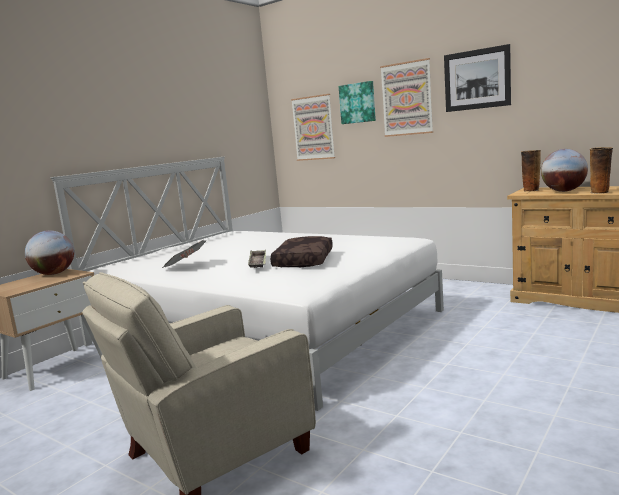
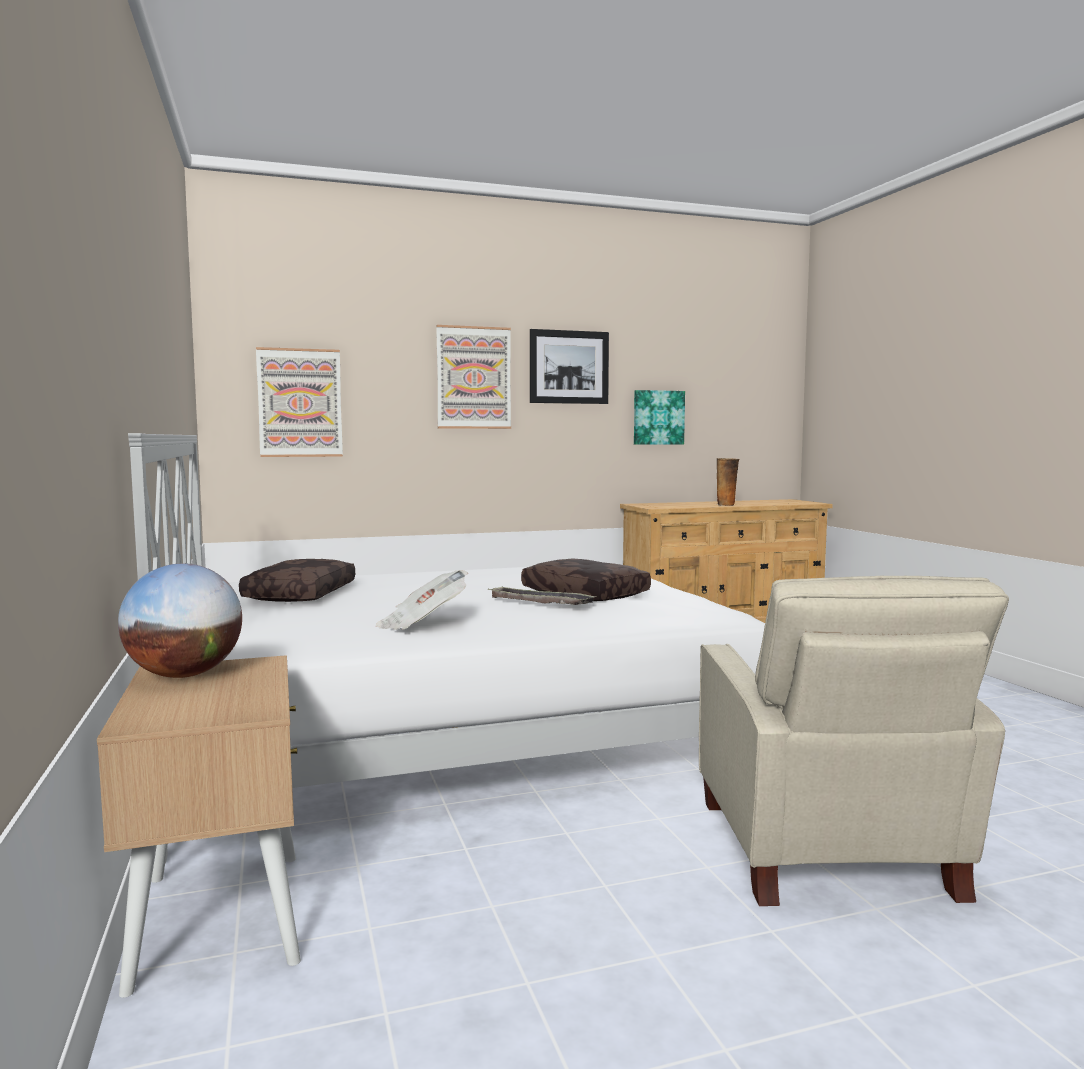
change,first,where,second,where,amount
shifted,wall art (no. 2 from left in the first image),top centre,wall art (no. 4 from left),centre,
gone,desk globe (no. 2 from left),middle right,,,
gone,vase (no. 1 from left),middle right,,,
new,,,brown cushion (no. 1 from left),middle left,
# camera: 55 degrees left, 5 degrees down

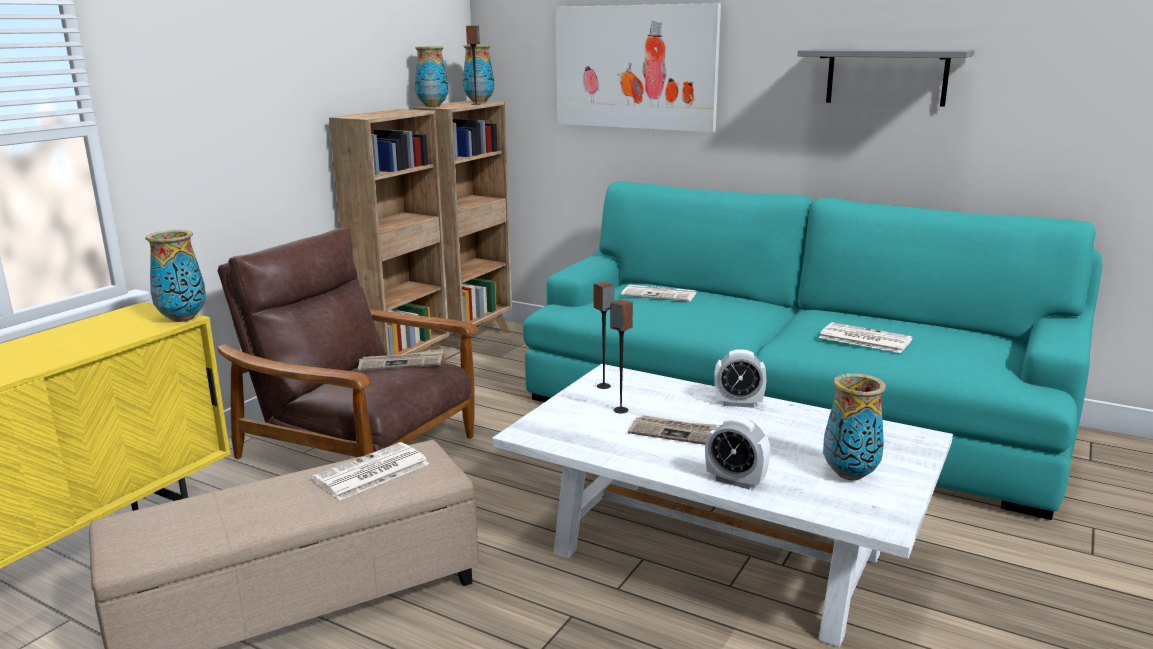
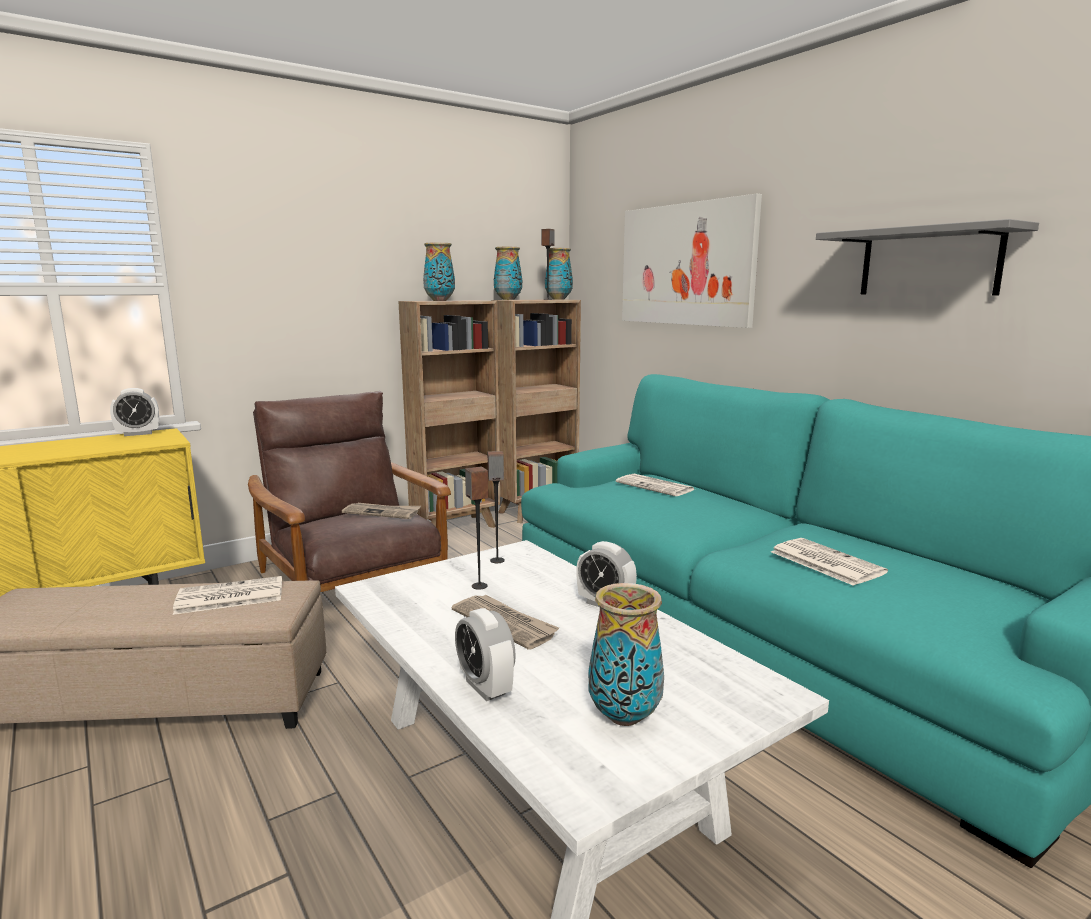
change,first,where,second,where,amount
shifted,vase (no. 1 from left),middle left,,top centre,
new,,,alarm clock (no. 1 from left),middle left,
# camera: 25 degrees right, 5 degrees down

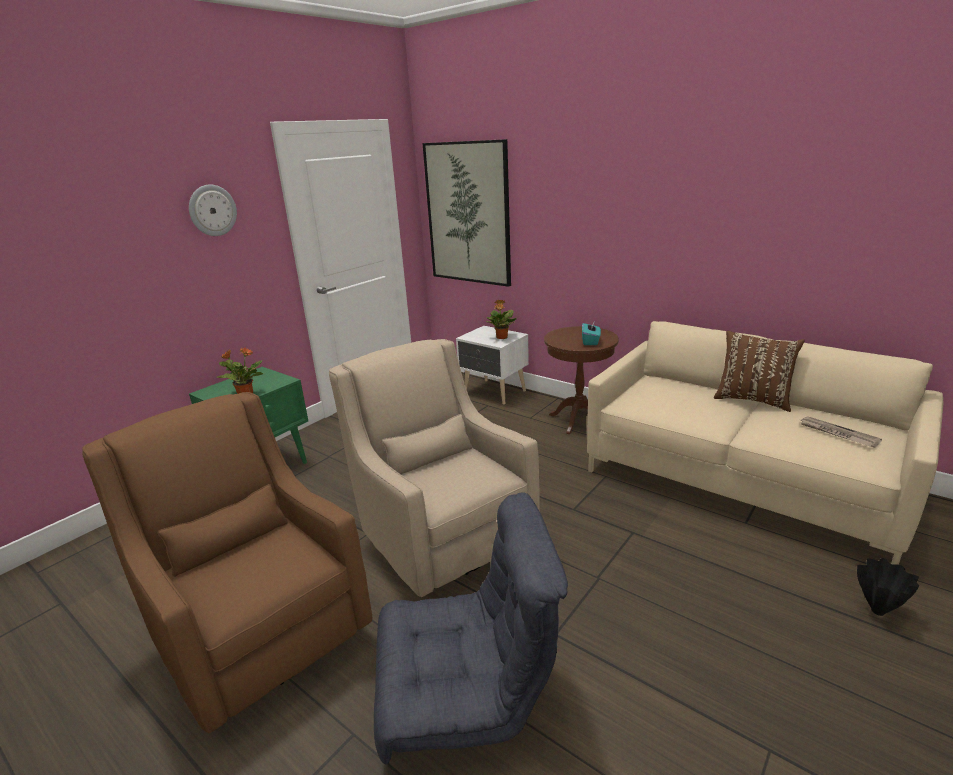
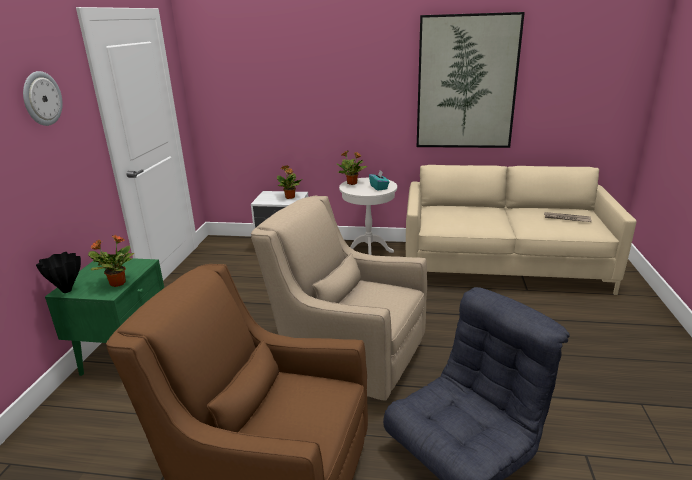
change,first,where,second,where,amount
shifted,wall art,top centre,,top right,
repainted,brown accent table,centre,white accent table,centre,
gone,brown cushion,middle right,,,
shifted,black vase,bottom right,,middle left,
new,,,plant in a pot (no. 3 from left),centre,
# camera: 30 degrees left, 0 degrees up

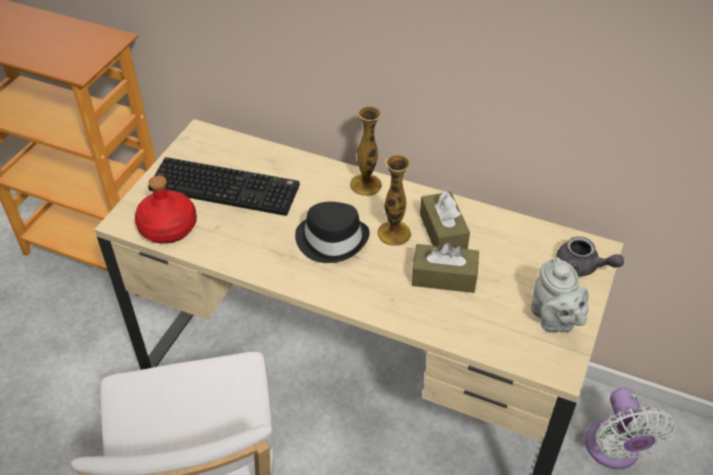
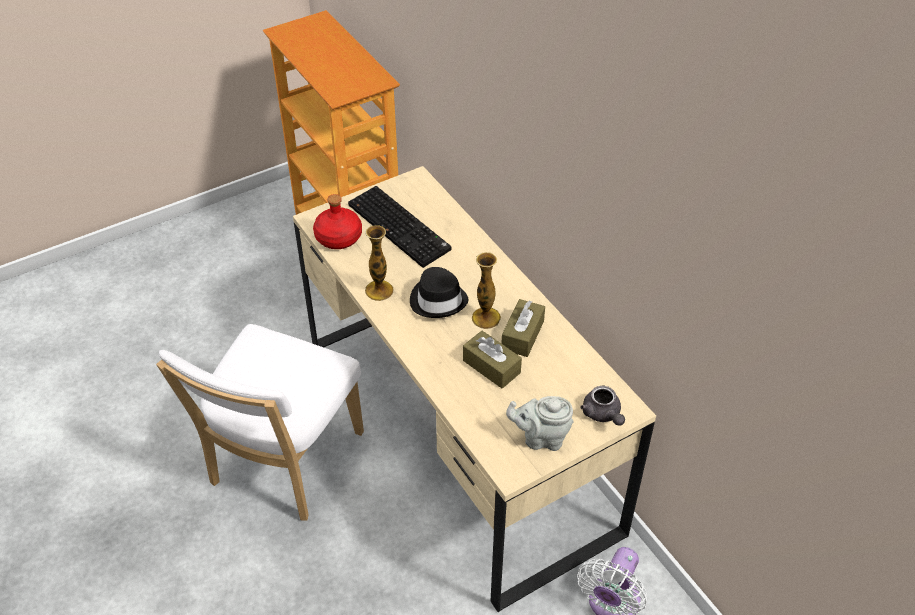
change,first,where,second,where,amount
shifted,vase (no. 1 from left),top centre,,centre,
rotated,greyish tea pot (no. 1 from left),middle right,,bottom centre,75 degrees clockwise
# camera: 35 degrees right, 0 degrees up

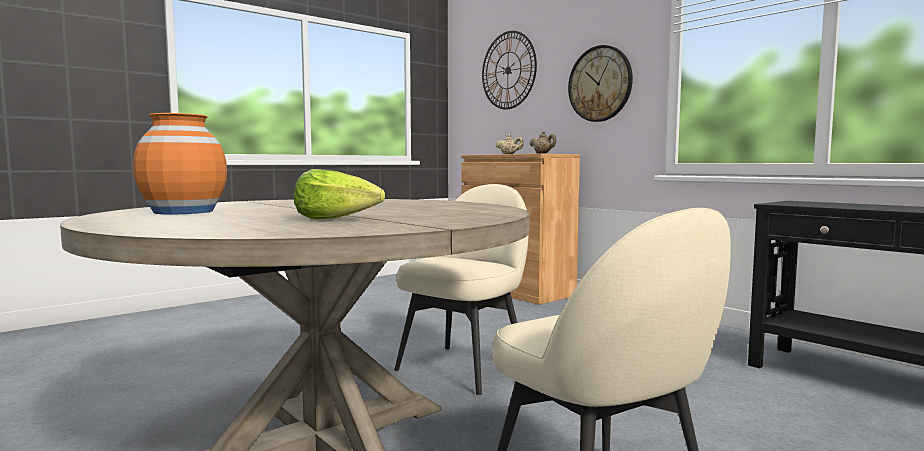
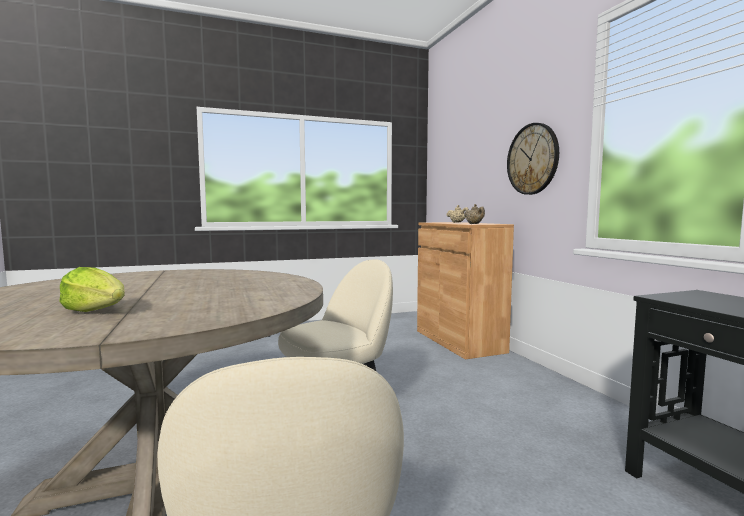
change,first,where,second,where,amount
gone,hanging clock (no. 1 from left),top centre,,,
gone,orange vase,middle left,,,
# camera: 20 degrees right, 0 degrees up

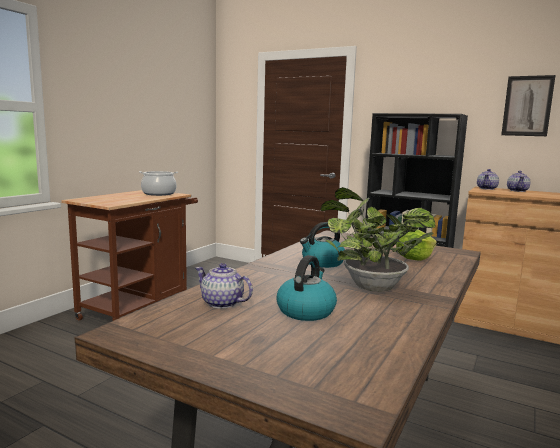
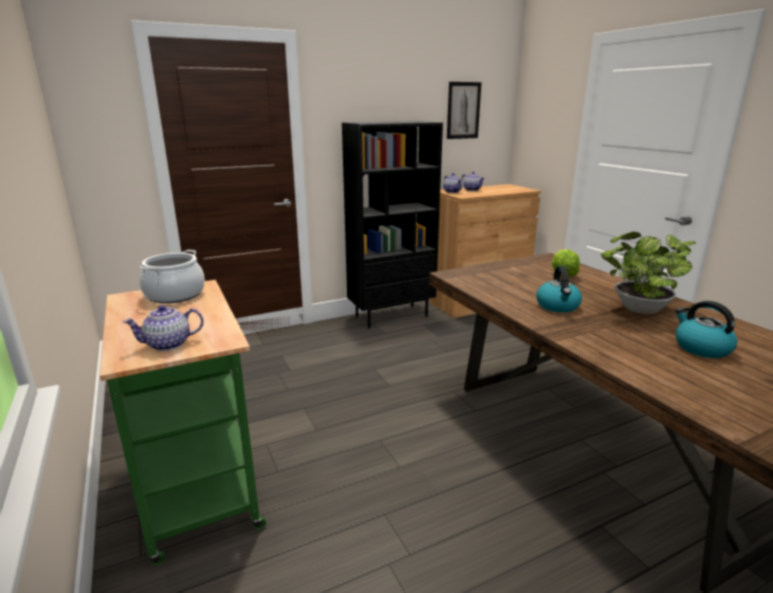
change,first,where,second,where,amount
repainted,brown wheeled cart,middle left,green-coloured wheeled cart,bottom left,
shifted,tea pot (no. 1 from left),centre,,middle left,
# camera: 55 degrees left, 10 degrees up

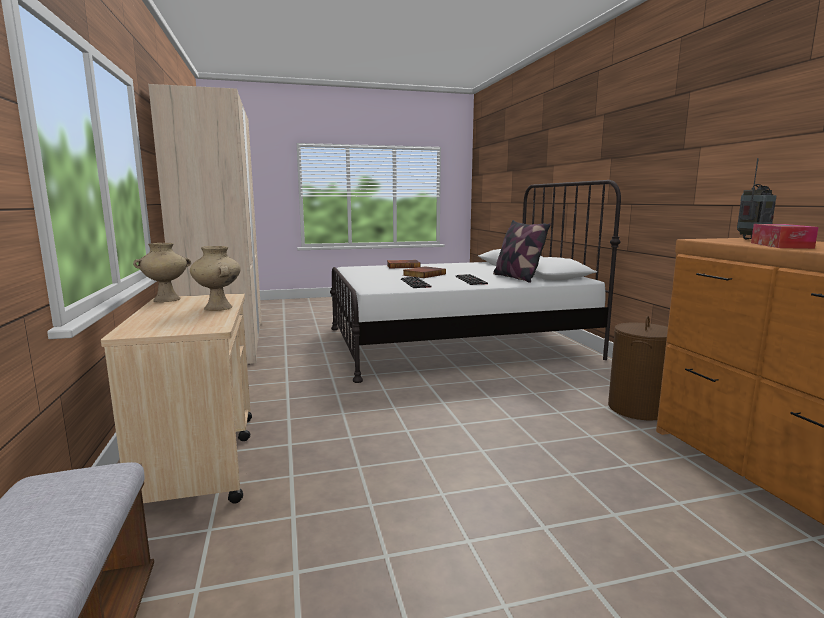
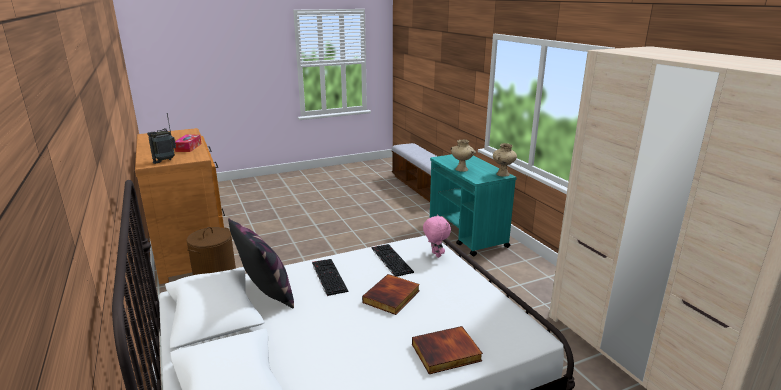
change,first,where,second,where,amount
repainted,sand-coloured wheeled cart,middle left,turquoise wheeled cart,centre,
new,,,pink plush toy,centre,
# camera: 170 degrees right, 10 degrees up

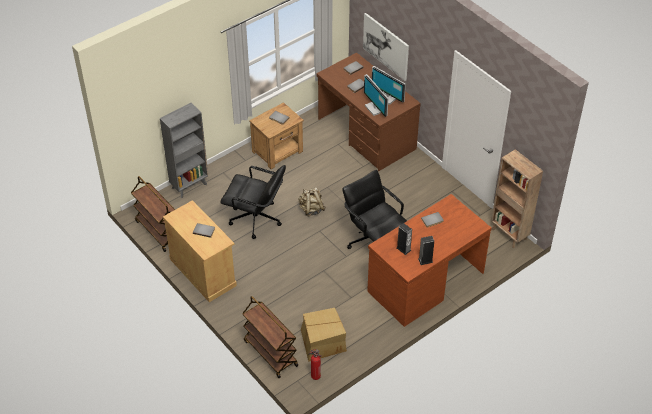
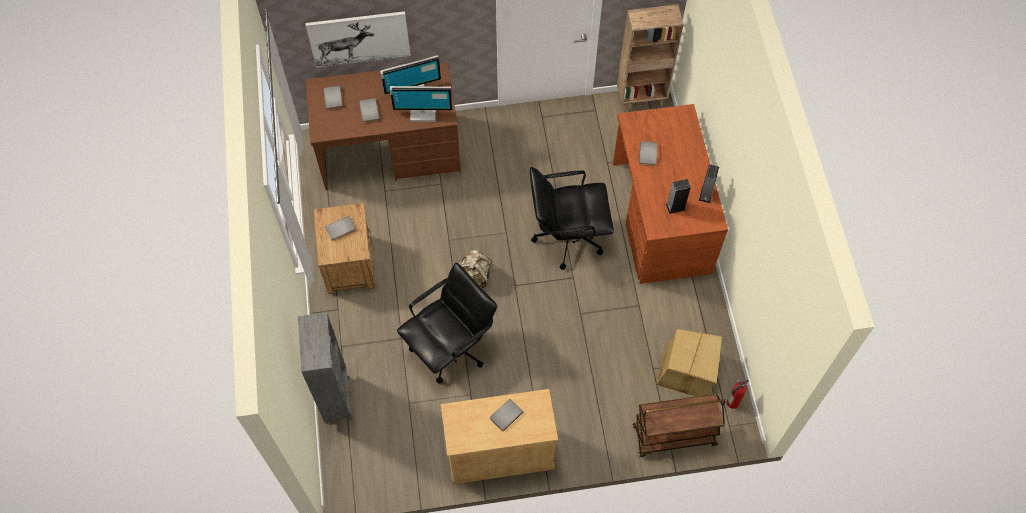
change,first,where,second,where,amount
gone,brown wheeled cart (no. 1 from left),middle left,,,
# camera: 60 degrees left, 15 degrees up

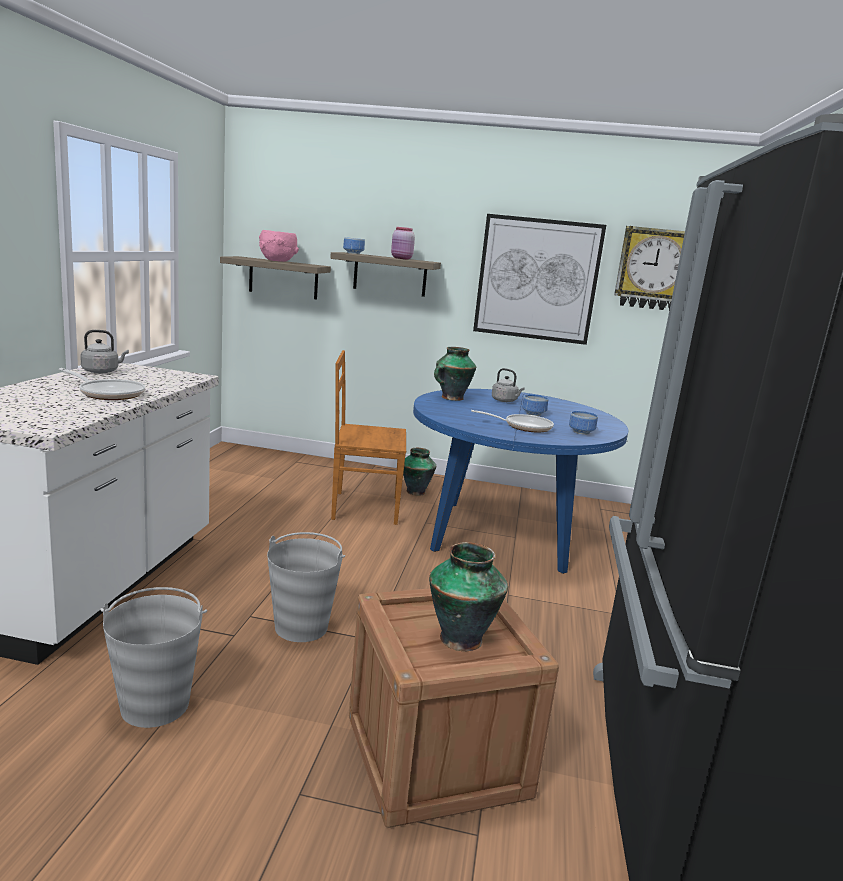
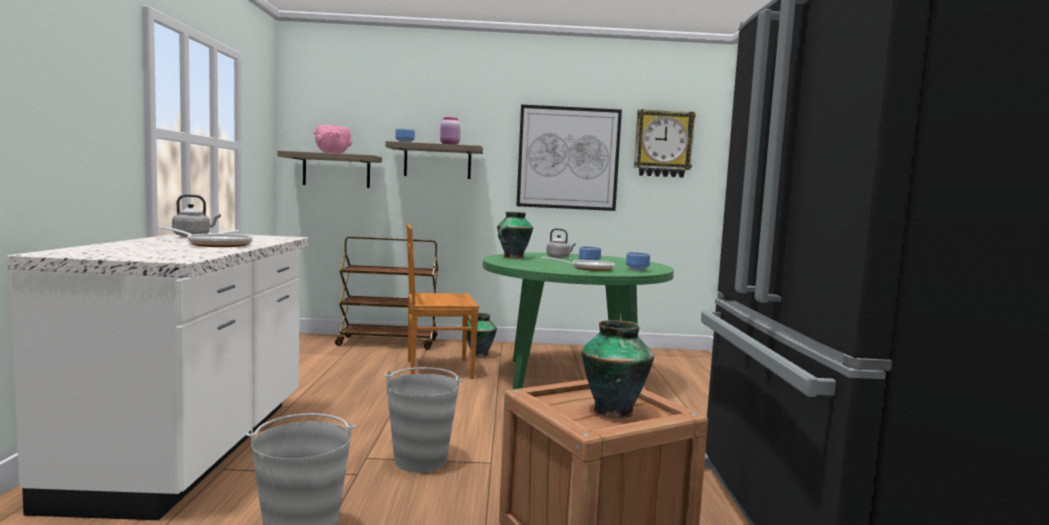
change,first,where,second,where,amount
repainted,blue dinner table,centre,green-coloured dinner table,centre,
new,,,brown wheeled cart,centre,
# camera: 10 degrees left, 10 degrees down

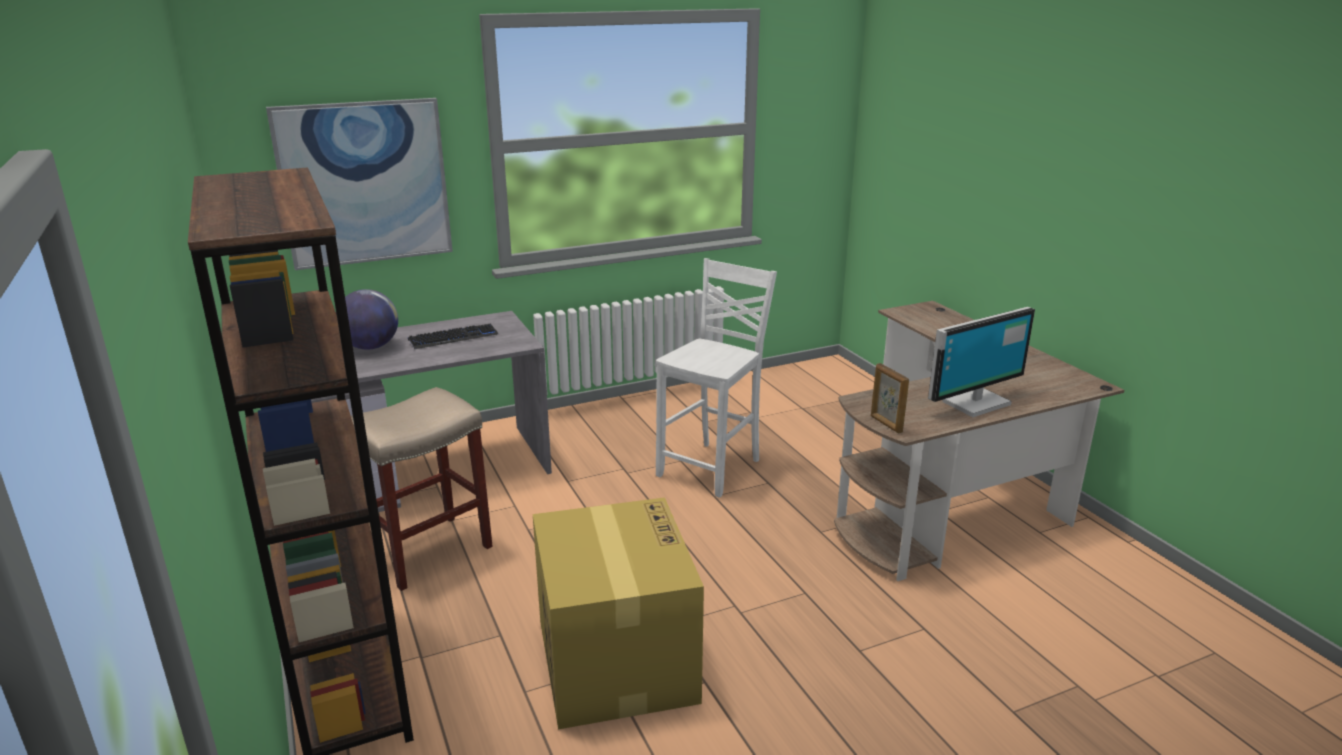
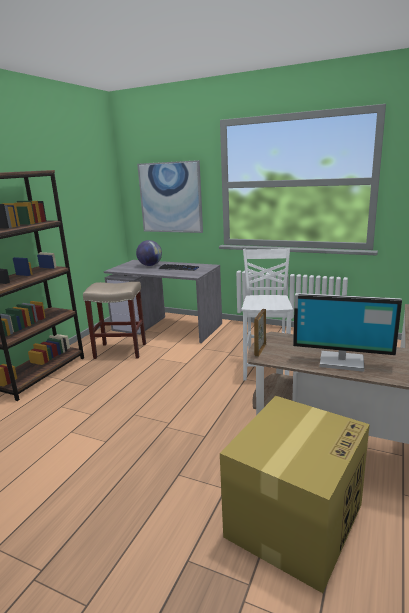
change,first,where,second,where,amount
rotated,white plain chair,centre,,centre,75 degrees counterclockwise
shifted,packing box,bottom centre,,bottom right,
# camera: 50 degrees right, 5 degrees down

